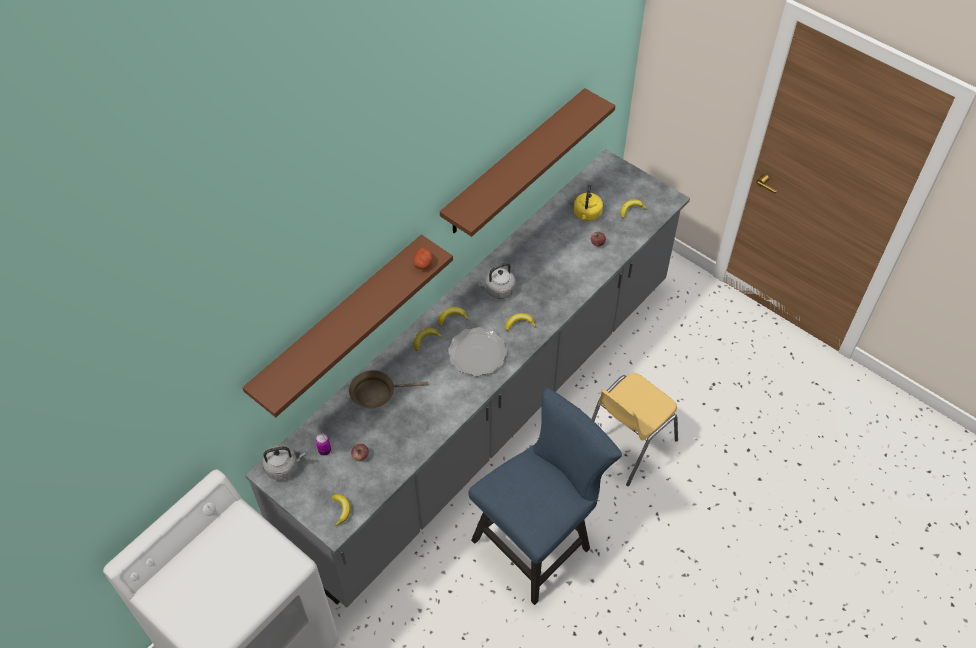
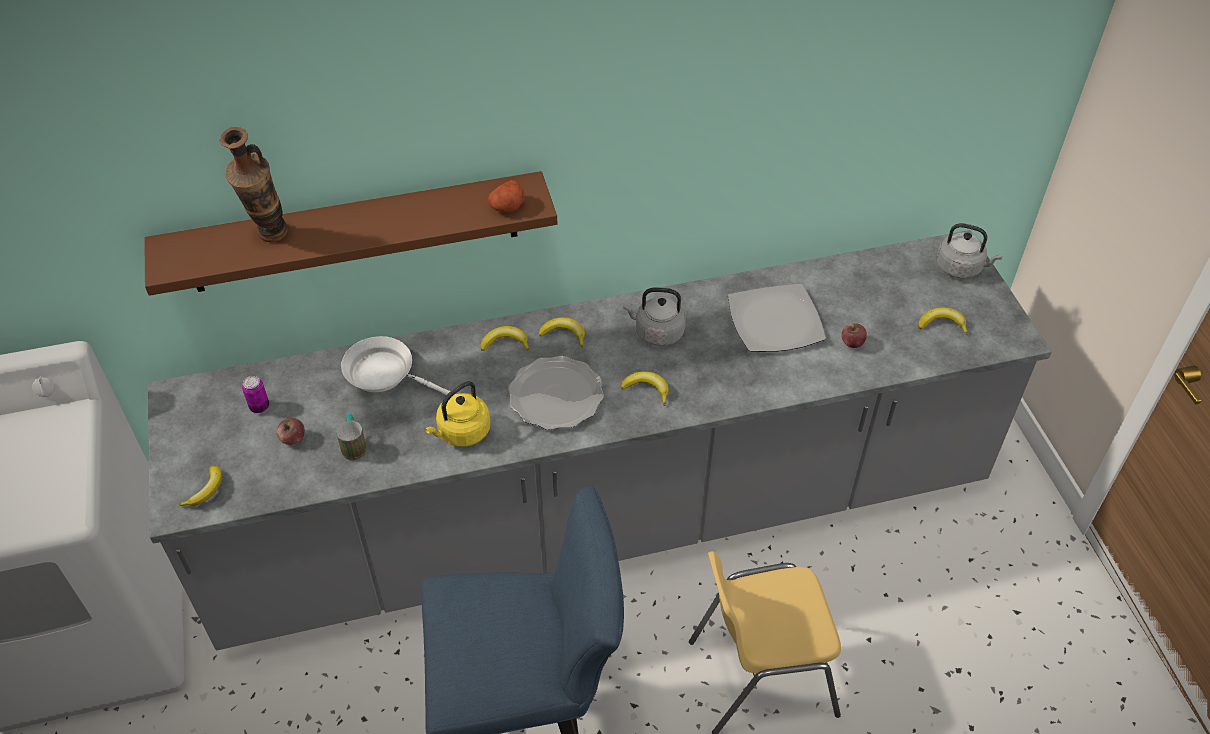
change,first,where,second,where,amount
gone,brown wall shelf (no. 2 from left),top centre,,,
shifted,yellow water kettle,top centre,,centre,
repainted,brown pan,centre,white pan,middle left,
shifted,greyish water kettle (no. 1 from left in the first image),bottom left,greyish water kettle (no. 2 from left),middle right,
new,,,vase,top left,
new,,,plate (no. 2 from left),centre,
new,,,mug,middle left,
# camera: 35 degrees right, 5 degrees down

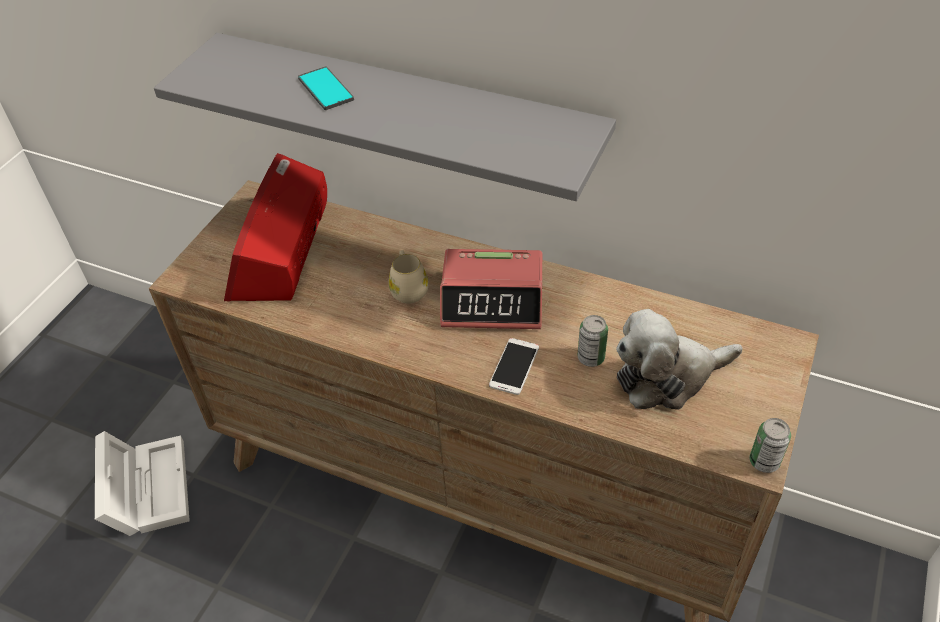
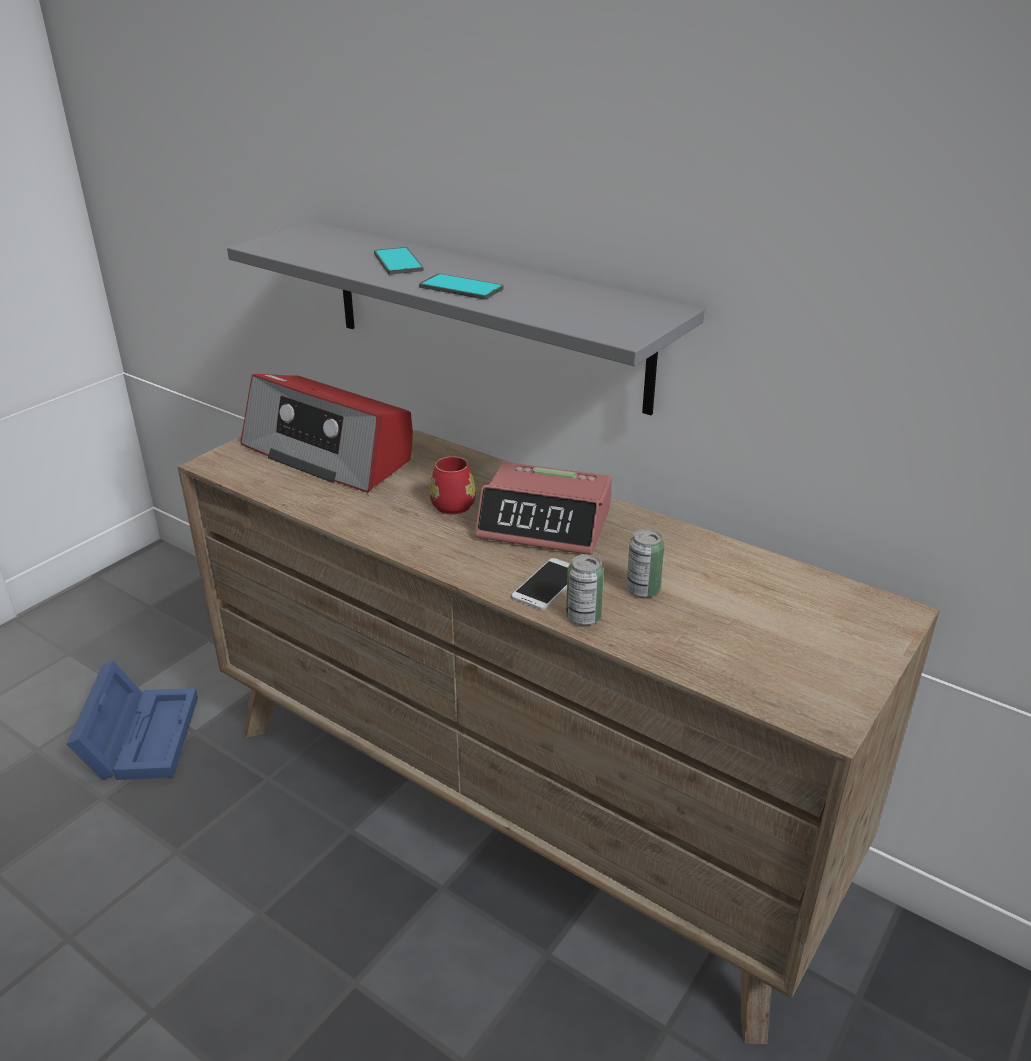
change,first,where,second,where,amount
rotated,radio receiver,middle left,,middle left,75 degrees counterclockwise
repainted,sand-coloured mug,centre,red mug,centre,
gone,plush toy,middle right,,,
shifted,can (no. 2 from left in the first image),bottom right,can (no. 1 from left),centre,
repainted,white storage box,bottom left,blue storage box,bottom left,
new,,,telephone (no. 2 from left),top centre,
# camera: 10 degrees right, 15 degrees down

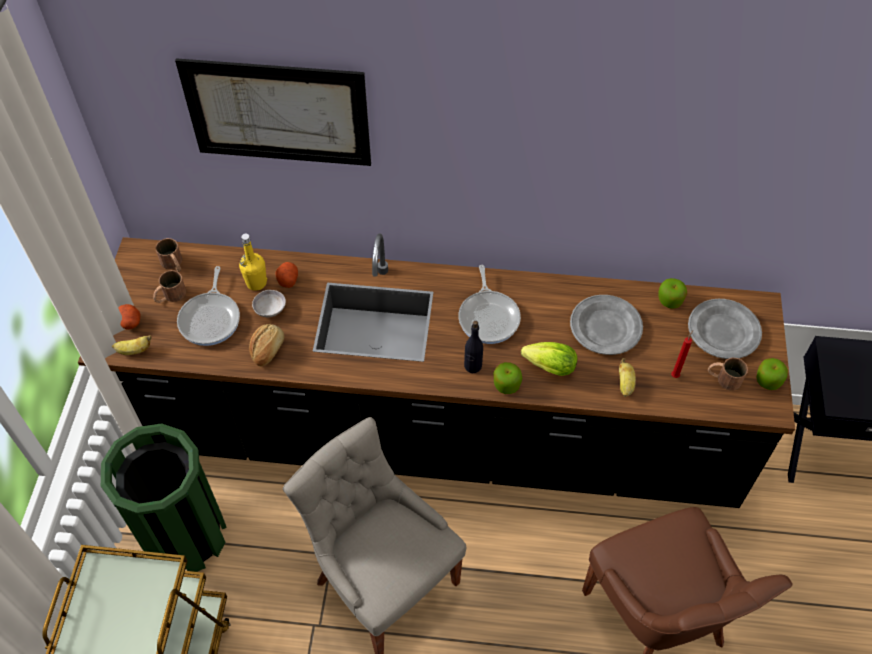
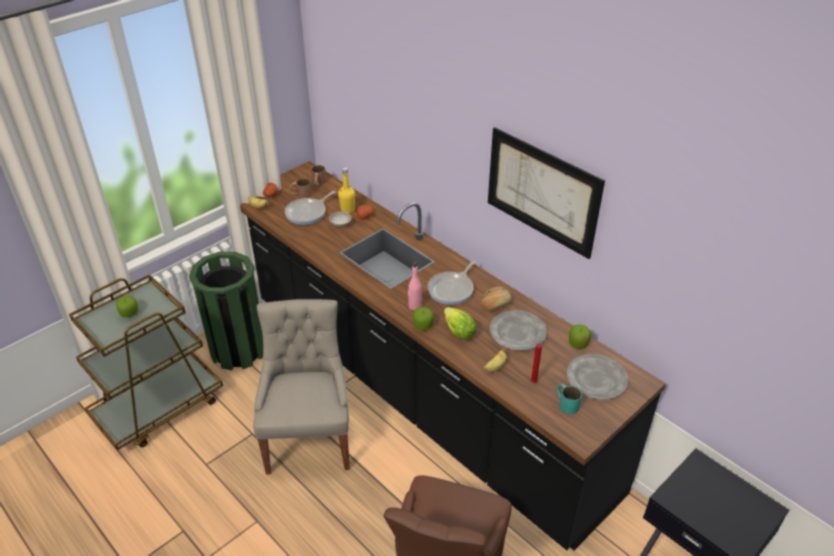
change,first,where,second,where,amount
shifted,wall art,top left,,centre,
repainted,black bottle,centre,pink bottle,centre,
shifted,bread,middle left,,centre,
repainted,brown mug (no. 3 from left),middle right,turquoise mug,bottom right,
shifted,apple (no. 3 from left in the first image),middle right,apple (no. 1 from left),middle left,
# camera: 40 degrees right, 15 degrees down

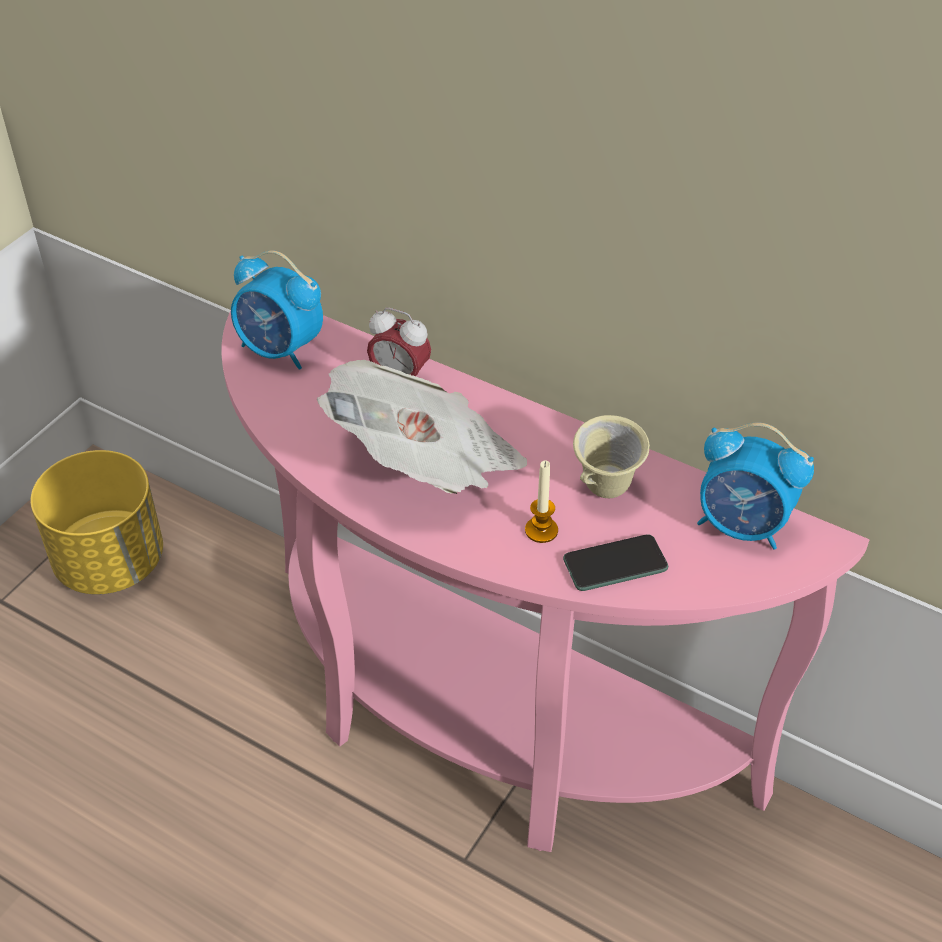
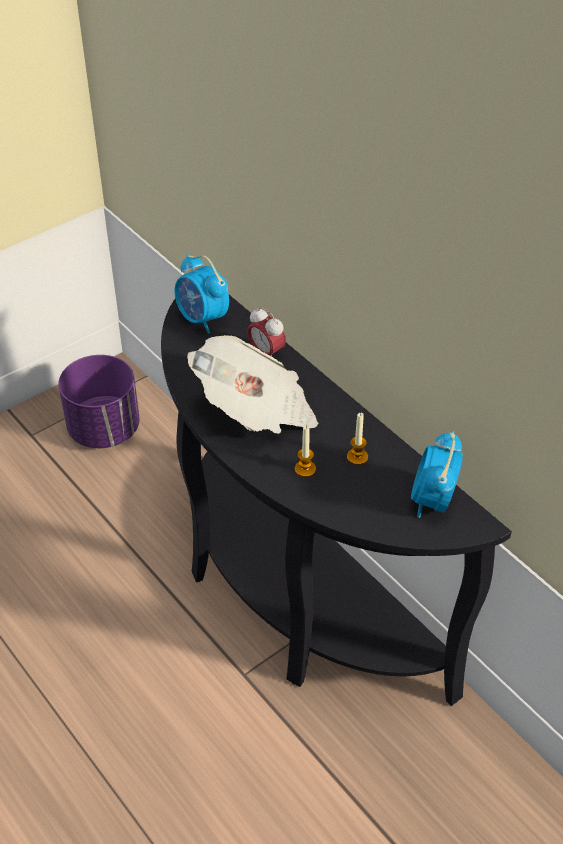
change,first,where,second,where,amount
repainted,pink console table,centre,black console table,centre,
swapped,sand-coloured mug,centre,wax light (no. 2 from left),centre,
rotated,alarm clock (no. 3 from left),middle right,,middle right,60 degrees clockwise
repainted,yellow planter,middle left,purple planter,middle left,
gone,telephone,centre,,,
# camera: 20 degrees right, 0 degrees up

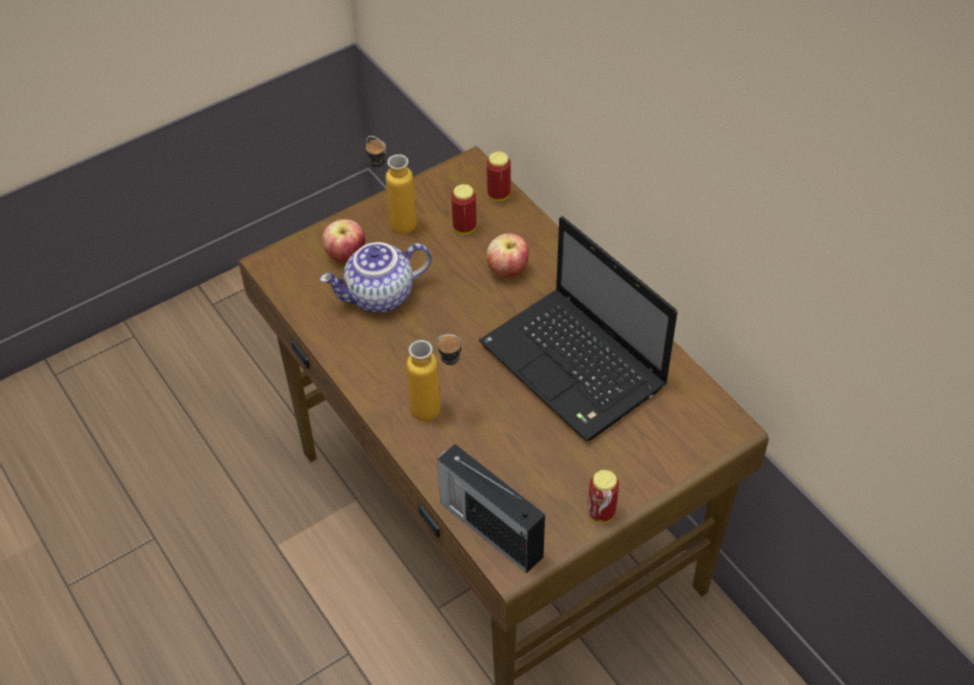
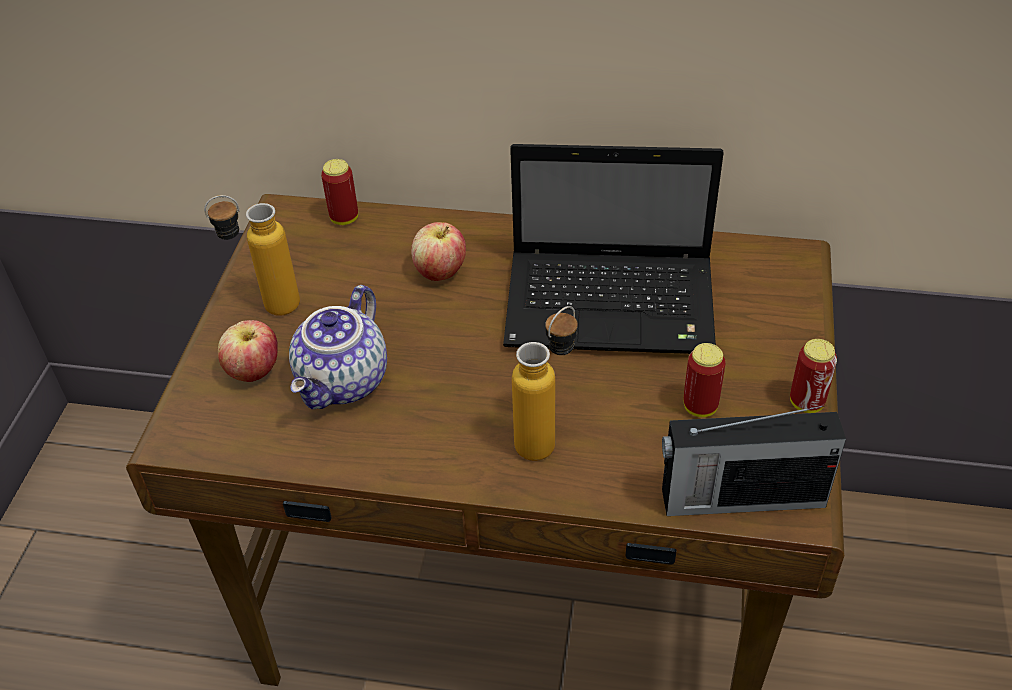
change,first,where,second,where,amount
shifted,can (no. 1 from left in the first image),top centre,can (no. 2 from left),middle right,
# camera: 45 degrees left, 5 degrees down

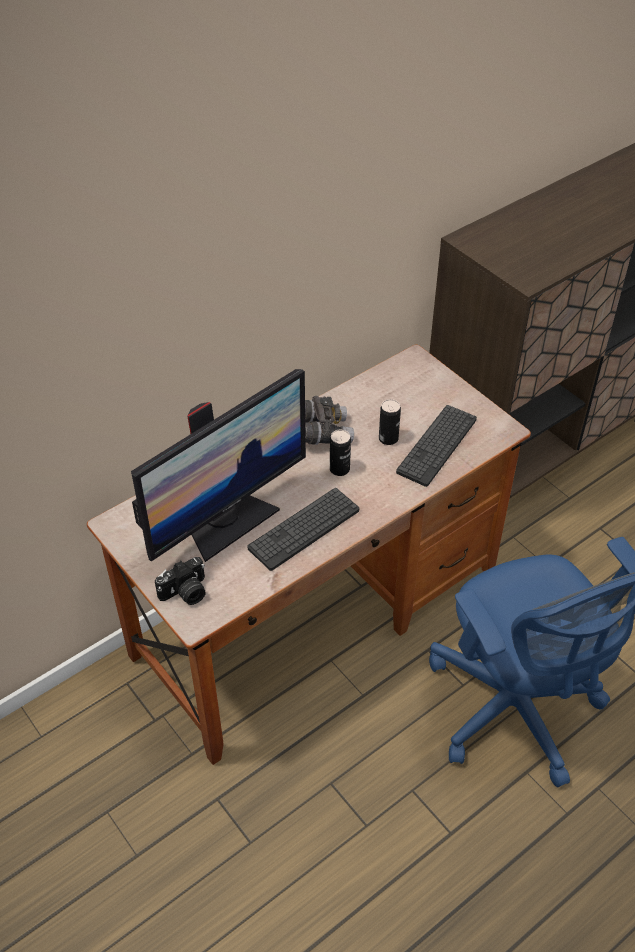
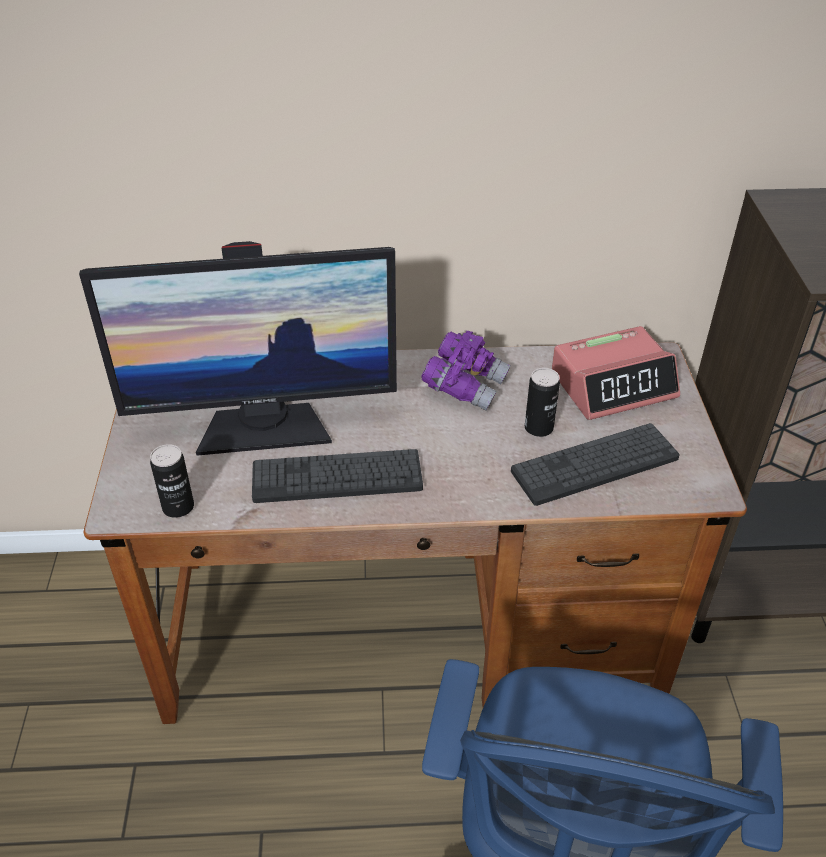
change,first,where,second,where,amount
repainted,greyish binoculars,centre,purple binoculars,centre,
shifted,can (no. 1 from left),centre,,middle left,
gone,still camera,middle left,,,
new,,,alarm clock,middle right,
# camera: 35 degrees right, 5 degrees down

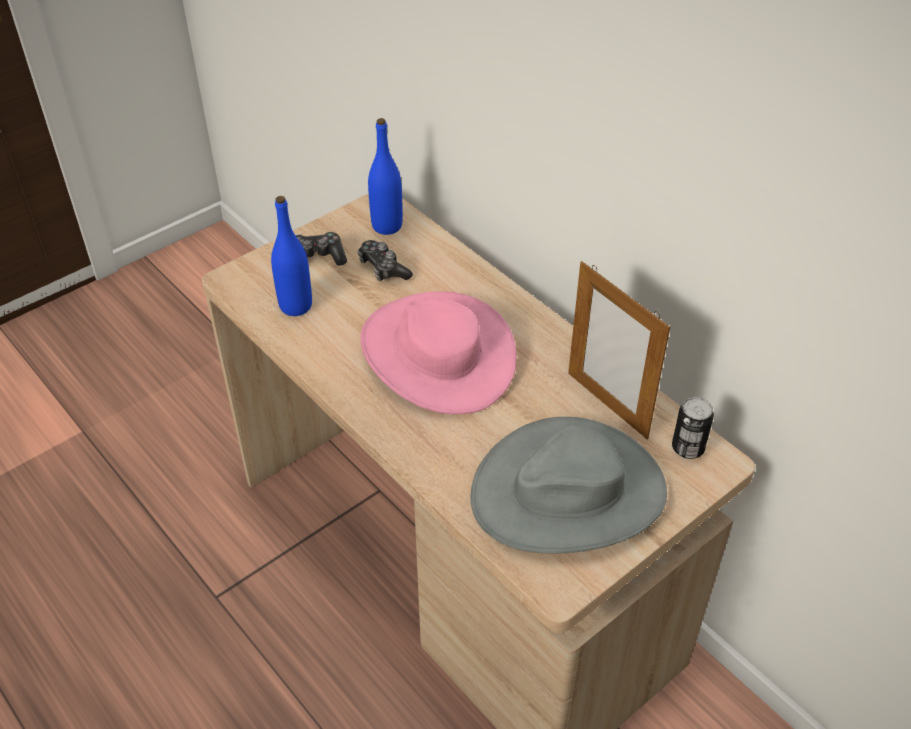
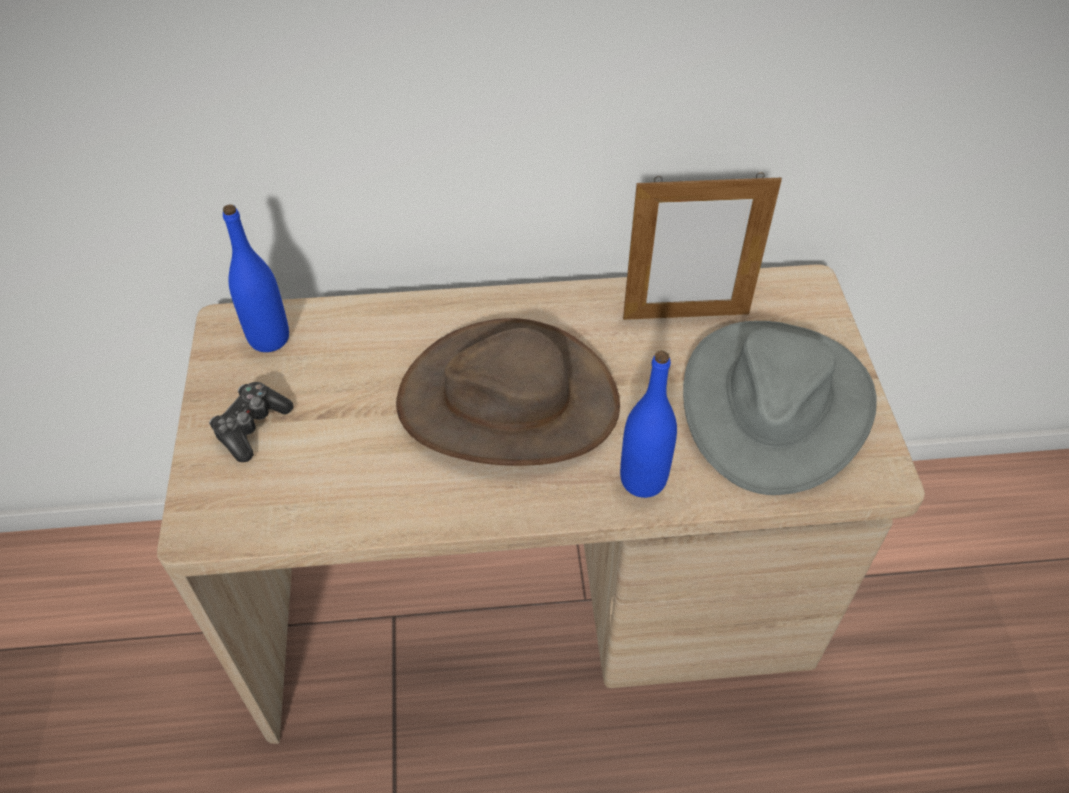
change,first,where,second,where,amount
shifted,blue bottle (no. 1 from left in the first image),middle left,blue bottle (no. 2 from left),centre,
gone,joypad (no. 2 from left),centre,,,
repainted,pink clothing hat,centre,brown clothing hat,centre,
gone,can,middle right,,,
# camera: 55 degrees left, 5 degrees up

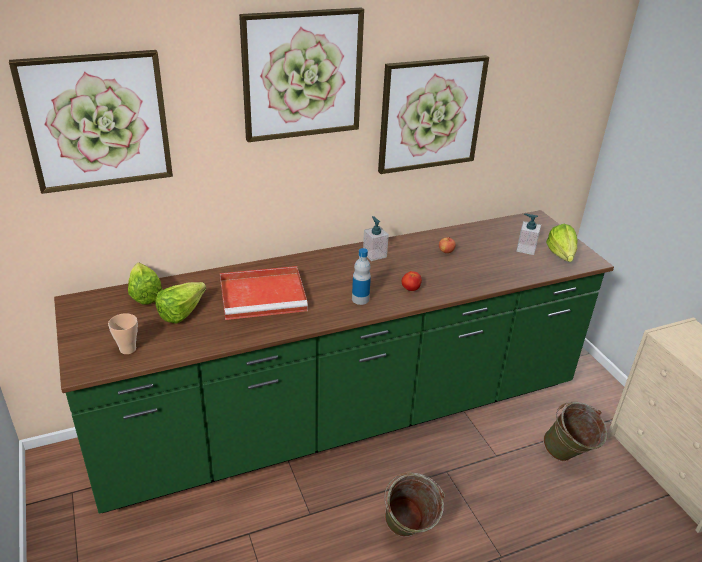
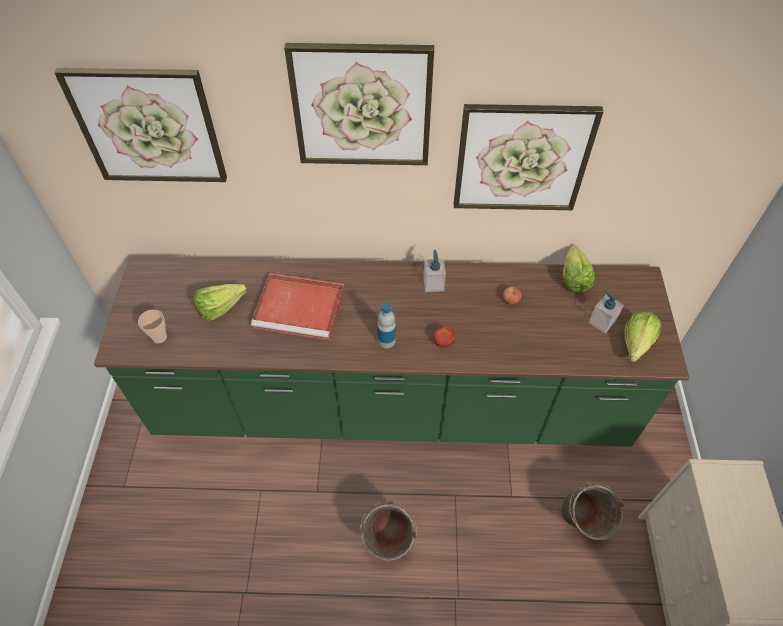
change,first,where,second,where,amount
shifted,lettuce head (no. 1 from left in the first image),middle left,lettuce head (no. 2 from left),middle right,
# camera: 25 degrees right, 20 degrees up

